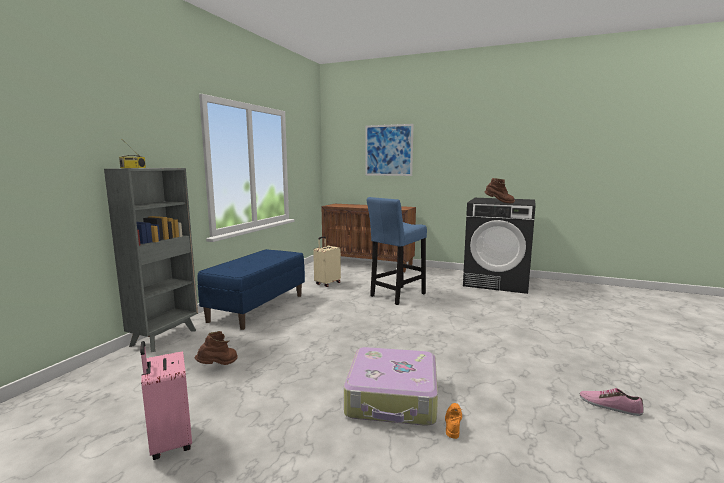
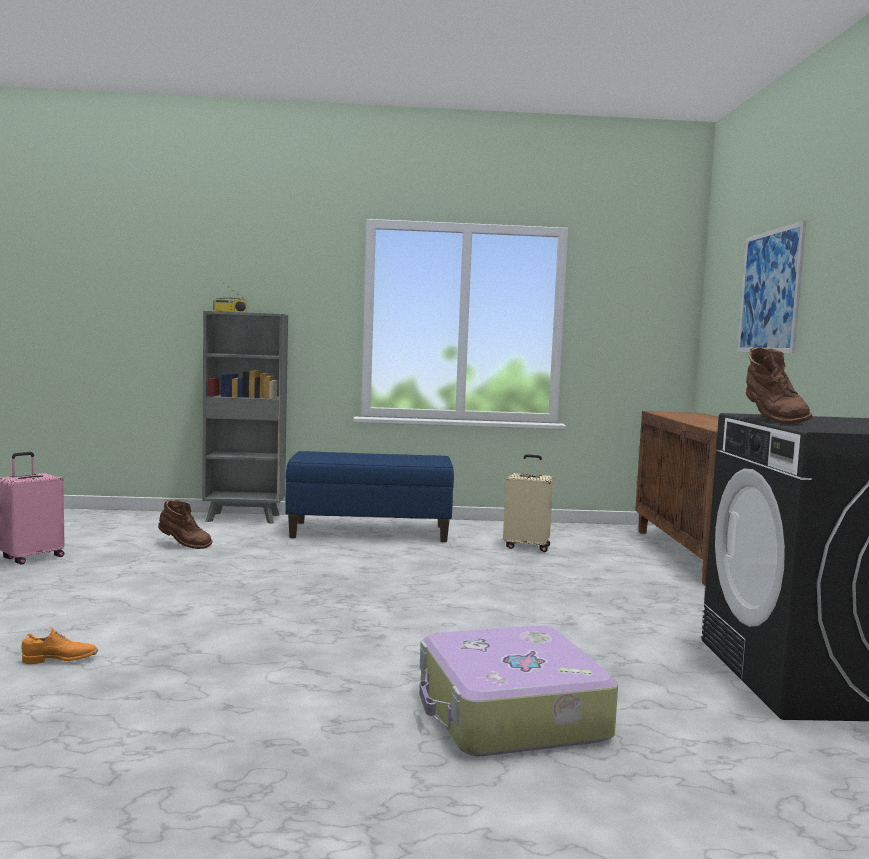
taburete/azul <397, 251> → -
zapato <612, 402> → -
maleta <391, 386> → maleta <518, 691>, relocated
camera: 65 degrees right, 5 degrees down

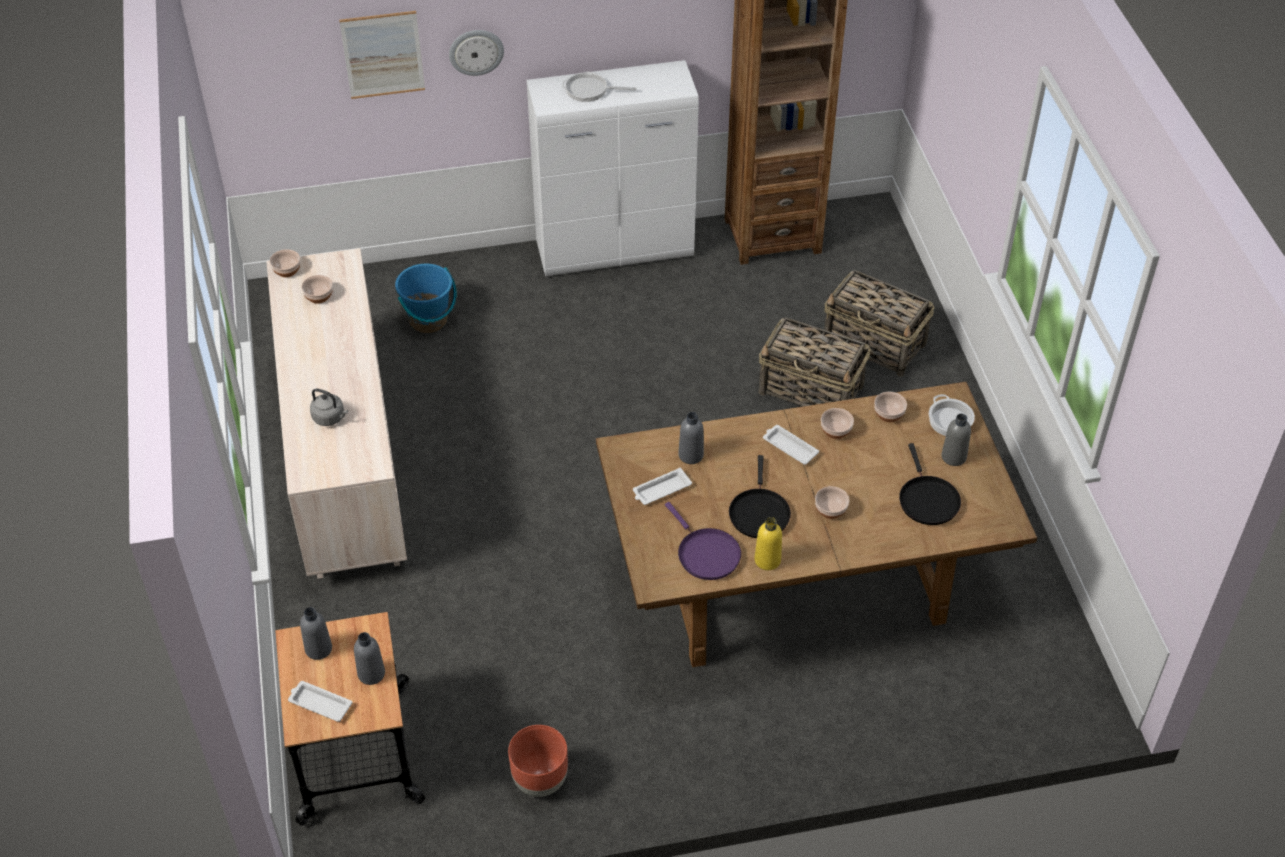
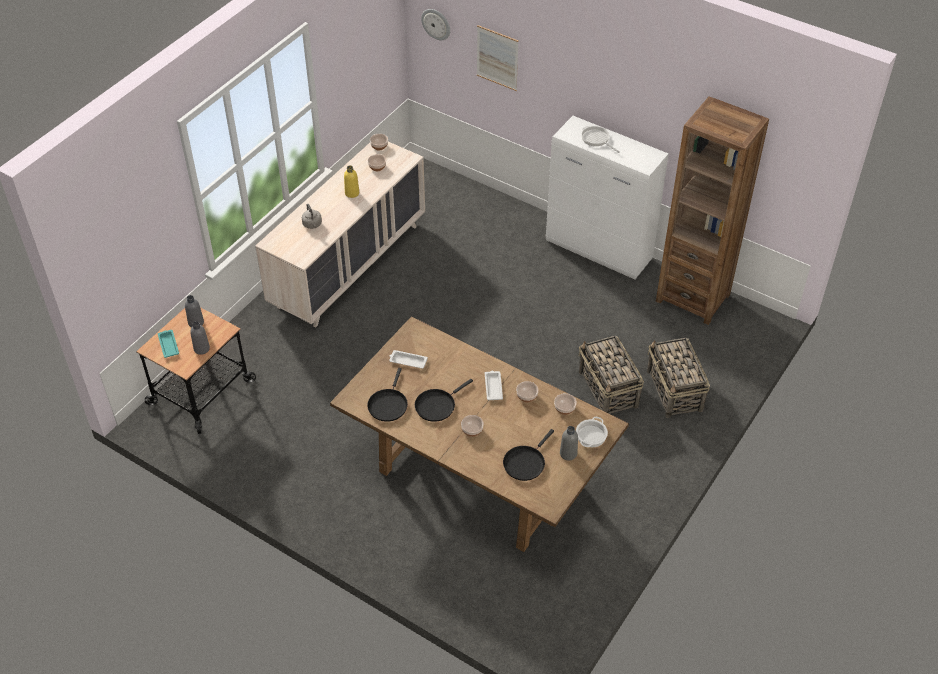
cubo/azul <426, 298> → -
maceta/marrón <538, 761> → -
botella/gris <691, 438> → -
reloj de pared <476, 53> → reloj de pared <435, 24>, relocated
botella/amarillo <768, 543> → botella/amarillo <351, 181>, relocated
bandeja/blanco <320, 701> → bandeja/turquesa <168, 344>
sartén/morado <703, 541> → sartén/negro <387, 395>
camera: 45 degrees right, 0 degrees up

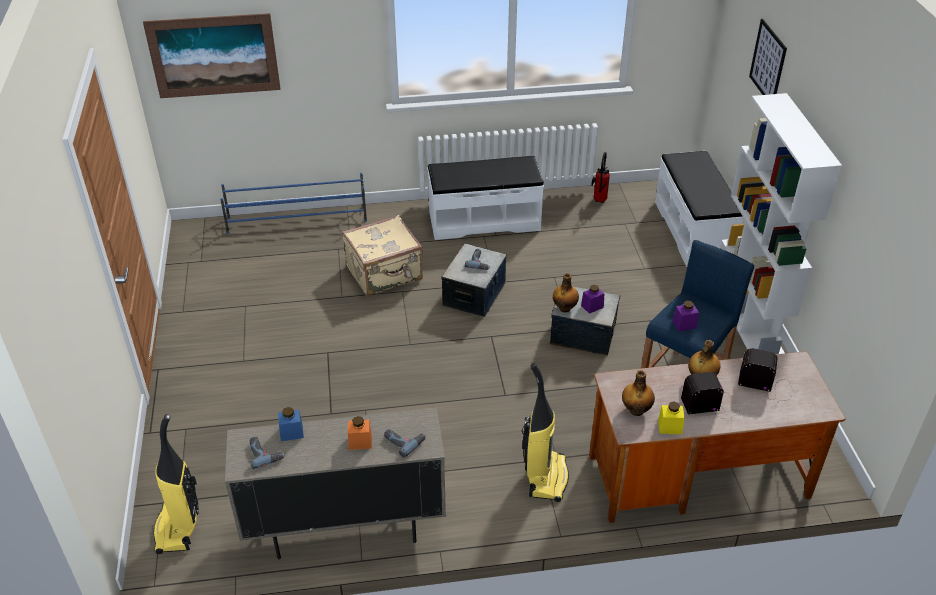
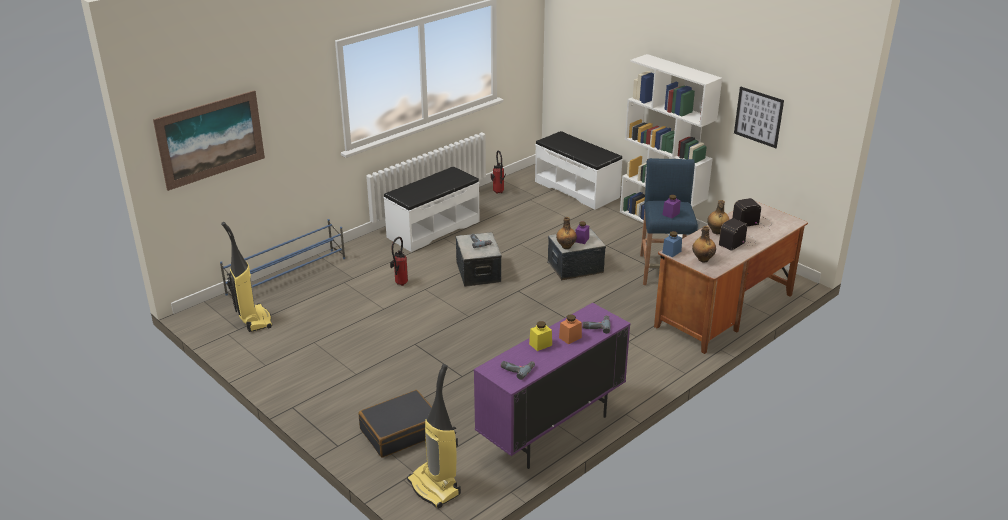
- → maleta/negro <395, 423>
tarro/azul <291, 424> → tarro/azul <672, 244>, relocated
aspiradora <545, 432> → aspiradora <246, 277>, relocated
tarro/amarillo <671, 417> → tarro/amarillo <540, 336>, relocated
cuadro <768, 57> → cuadro <759, 117>, relocated
maleta/beis <382, 255> → extintor <399, 261>
armario/beis <335, 483> → armario/morado <552, 386>
camera: 35 degrees left, 10 degrees down

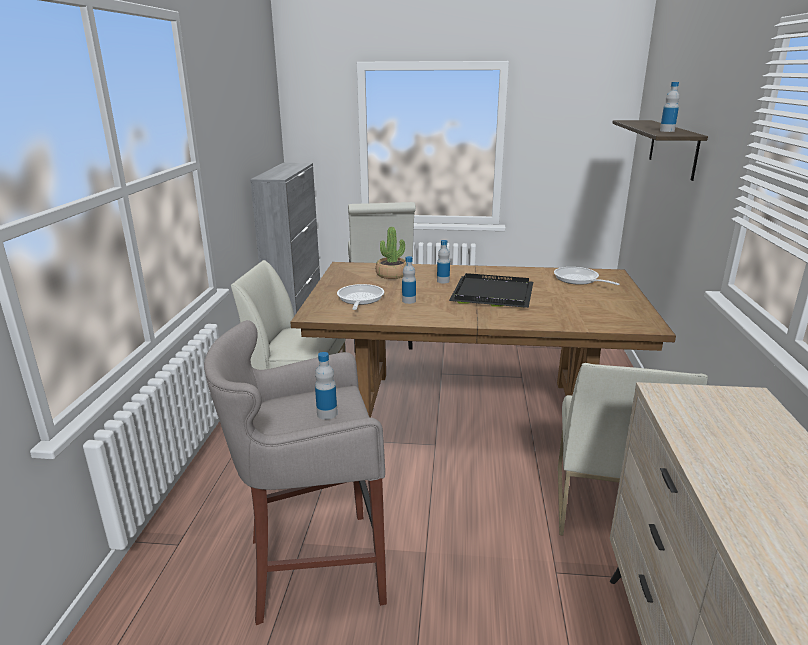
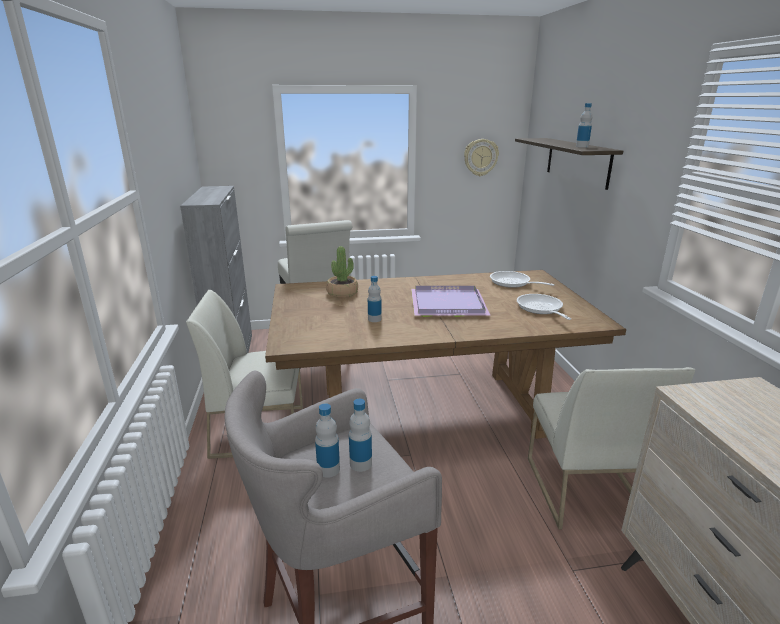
- → reloj de pared <481, 157>
sartén <360, 297> → sartén <544, 307>, relocated
botella <443, 261> → botella <327, 440>, relocated
bandeja/negro <491, 290> → bandeja/morado <450, 301>
camera: 15 degrees left, 0 degrees up

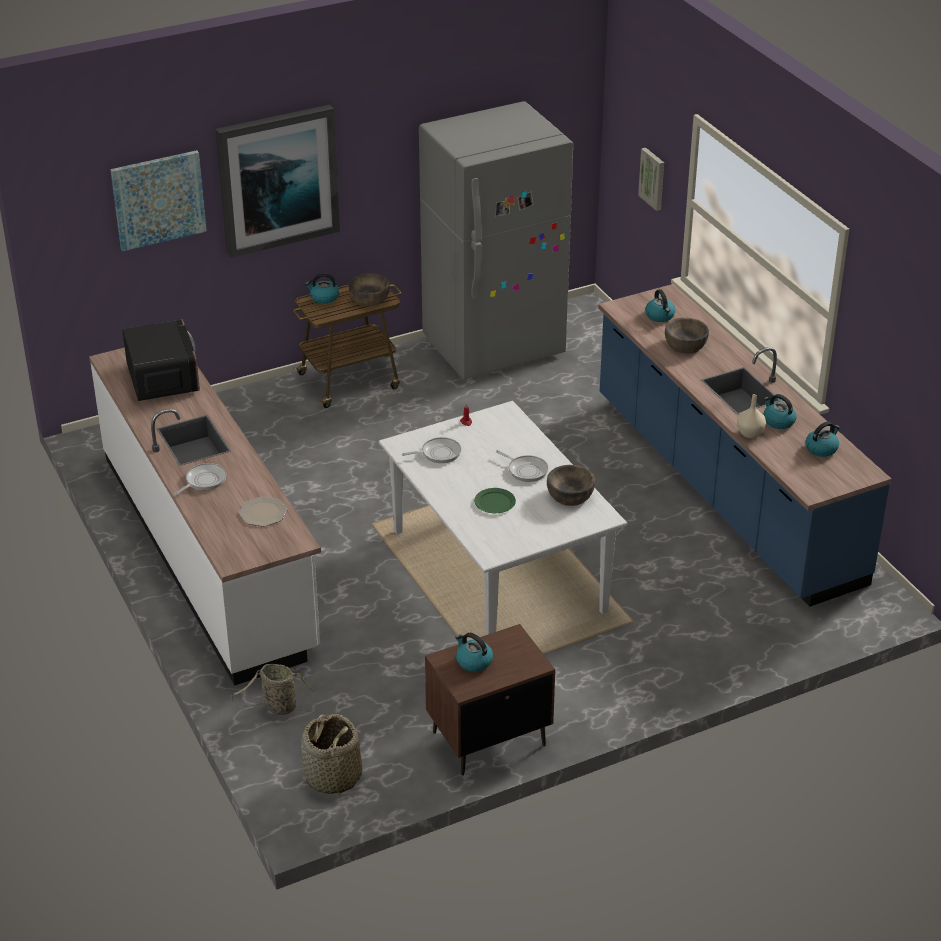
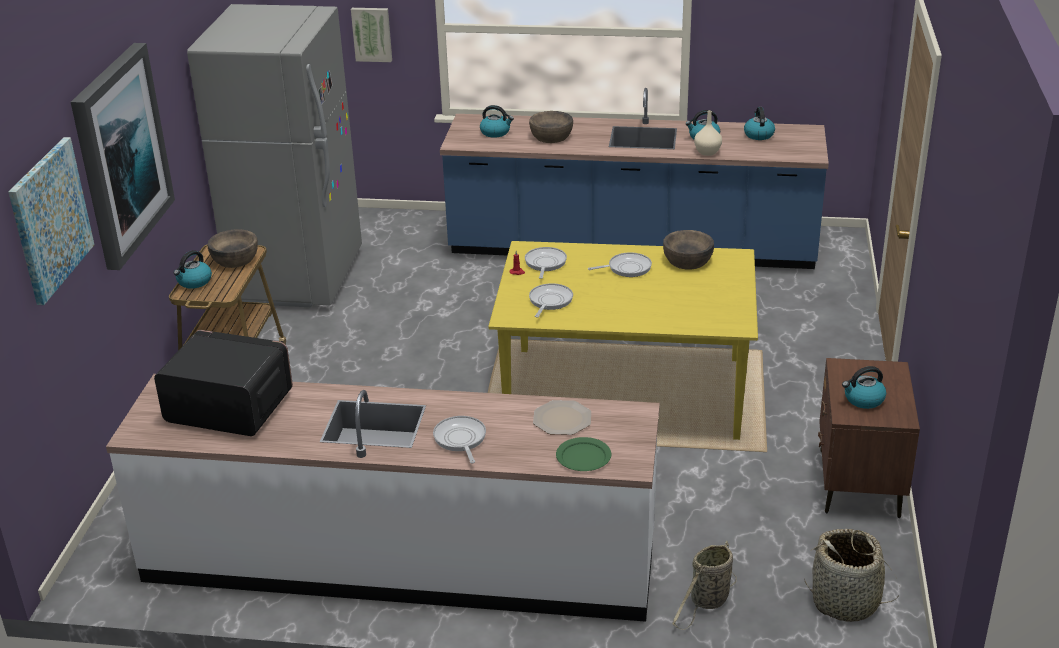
- → sartén <546, 263>
plato/verde <495, 500> → plato/verde <584, 454>, relocated
mesa de comedor/blanco <503, 518> → mesa de comedor/amarillo <623, 340>
camera: 55 degrees left, 5 degrees down

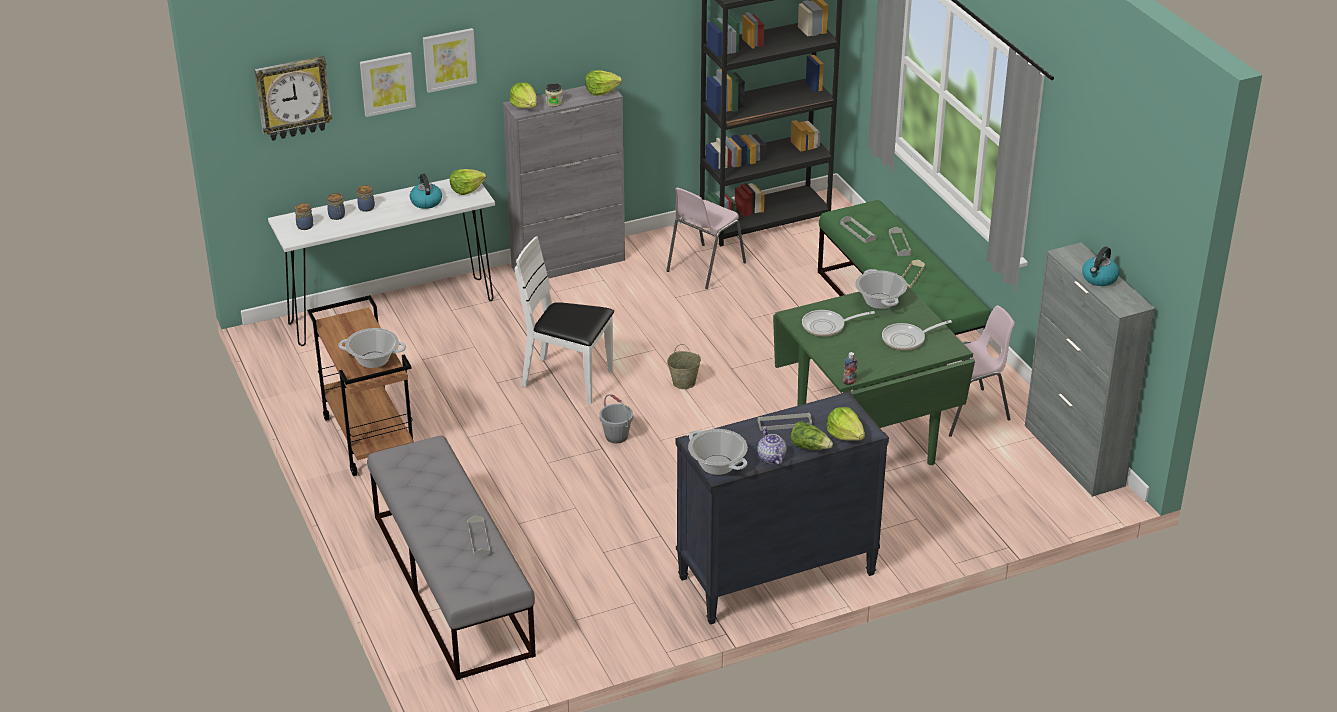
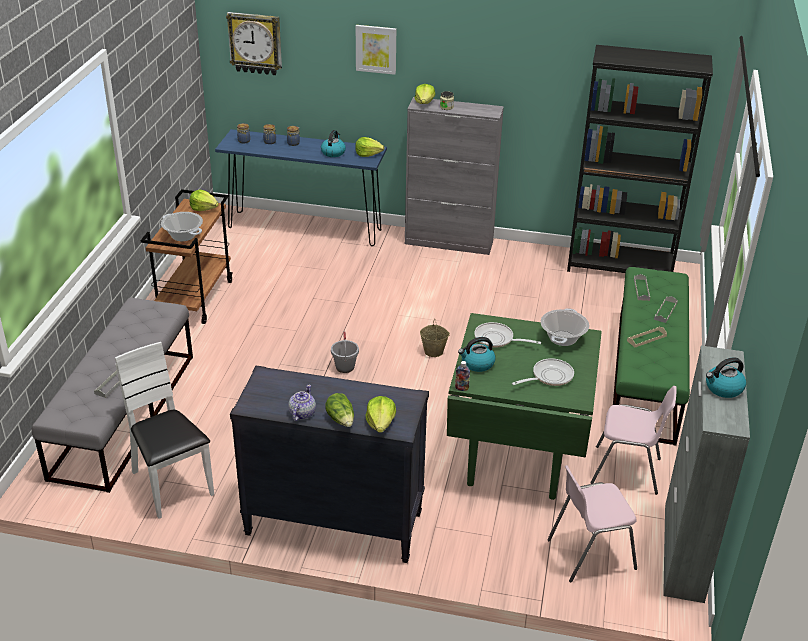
cuadro <388, 84> → -
olla <718, 452> → -
bandeja/gris <785, 421> → -
- → hervidor <477, 354>
silla/blanco <564, 320> → silla/blanco <164, 430>, relocated
lechuga <603, 83> → lechuga <204, 200>, relocated
silla/rosa <706, 238> → silla/rosa <592, 524>, relocated
mesa consola/blanco <381, 262> → mesa consola/azul <301, 187>
sartén <917, 335> → sartén <543, 372>, 135 degrees clockwise
camera: 35 degrees right, 0 degrees up

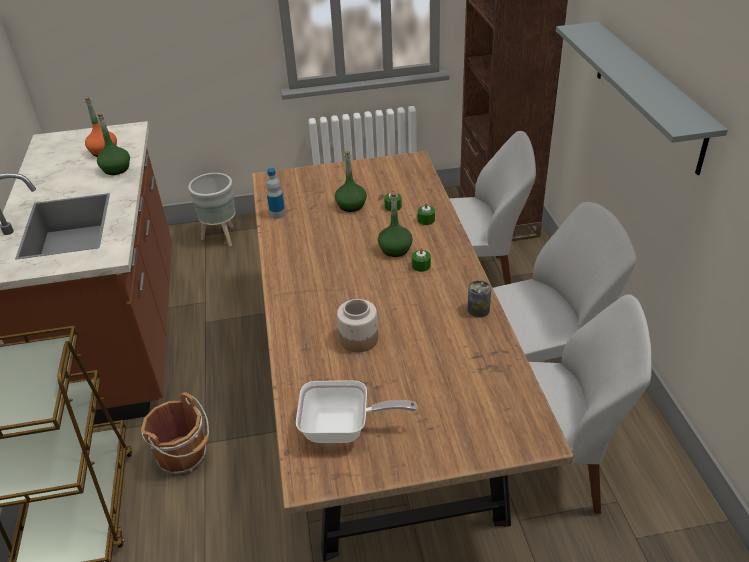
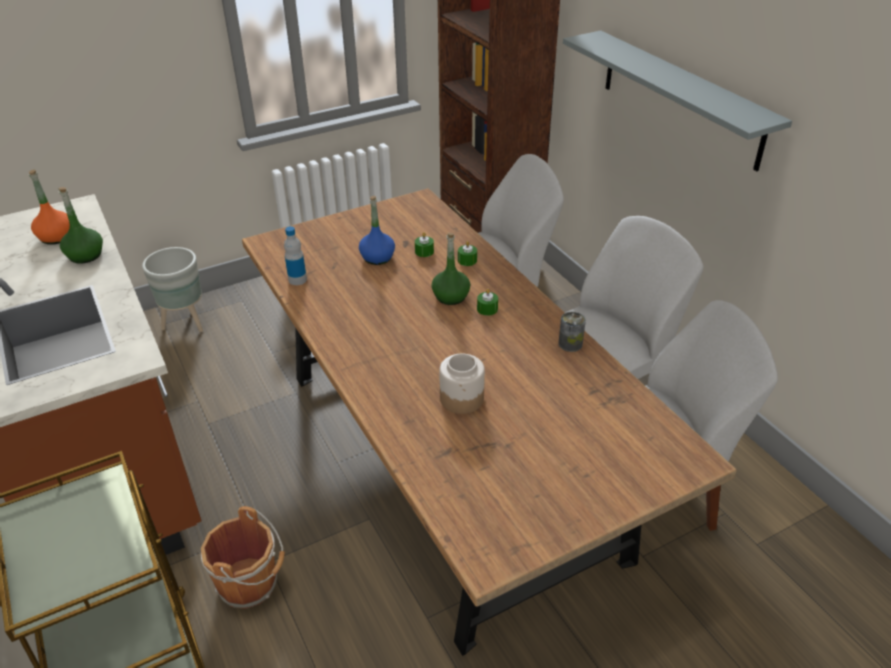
sartén <356, 411> → -
botella/verde <351, 181> → botella/azul <377, 230>
camera: 20 degrees left, 0 degrees up

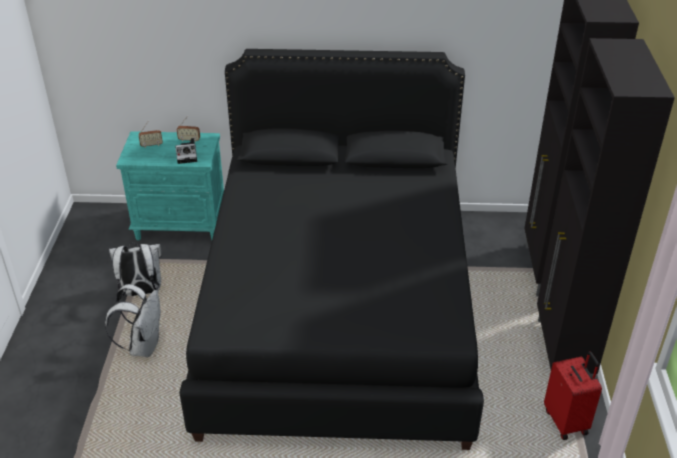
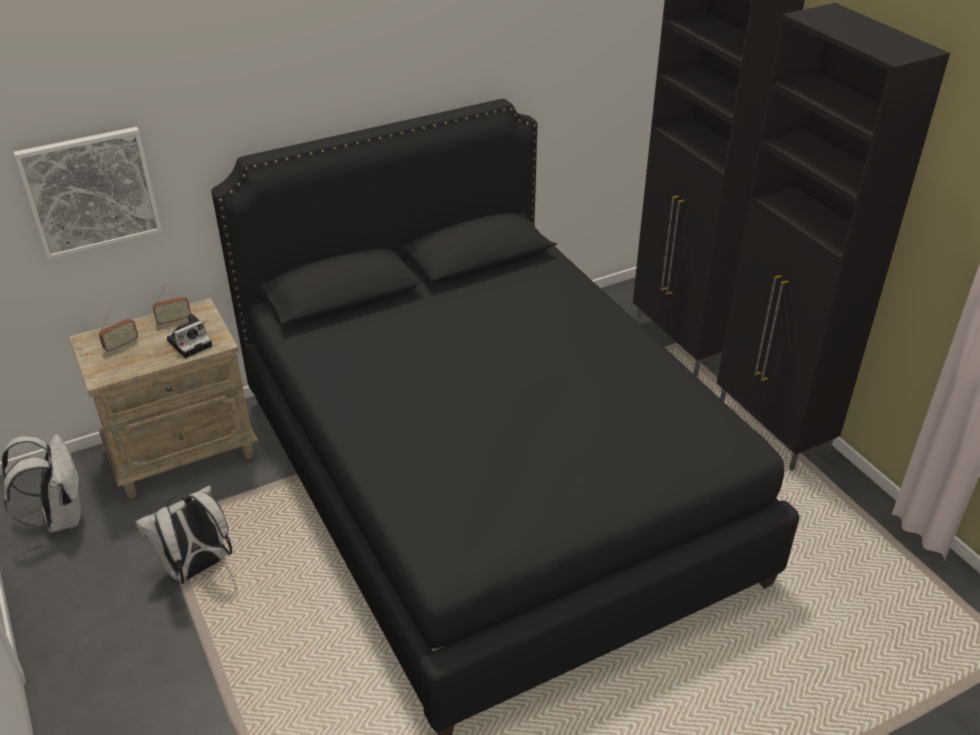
maleta/rojo <573, 395> → -
- → cuadro <87, 193>
mochila/blanco <133, 320> → mochila/blanco <41, 483>, relocated
mesita de noche/turquesa <170, 185> → mesita de noche/beis <163, 398>
camera: 30 degrees left, 0 degrees up

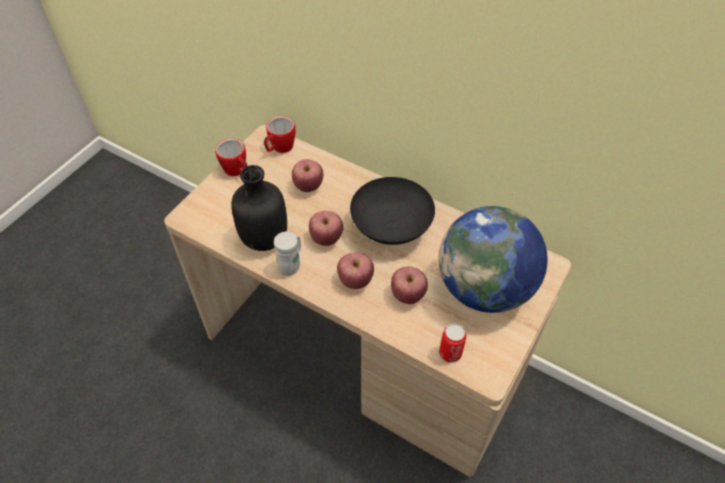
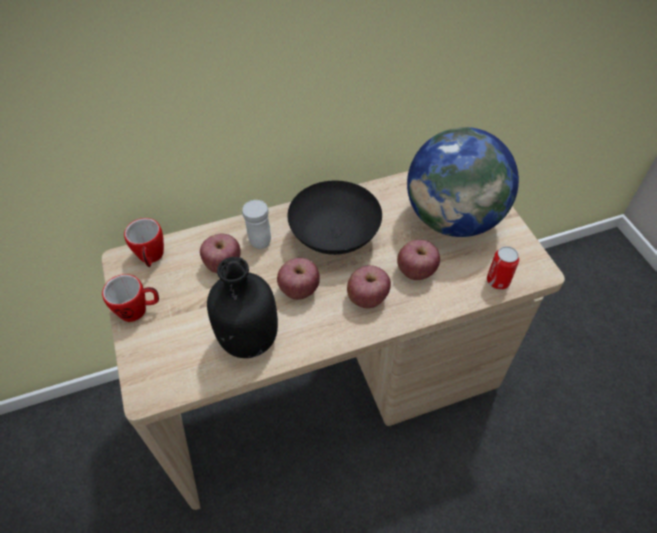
taza grande/blanco <287, 254> → taza grande/blanco <256, 224>, relocated
camera: 50 degrees left, 0 degrees up

